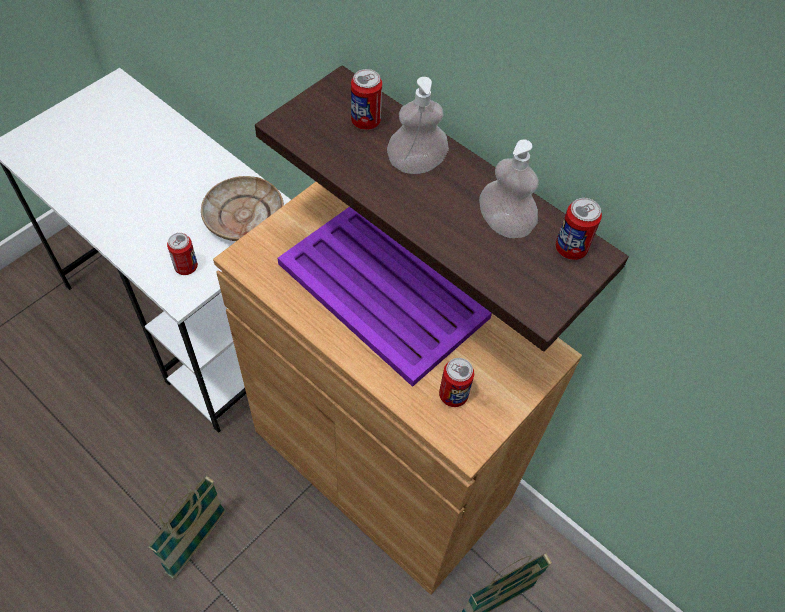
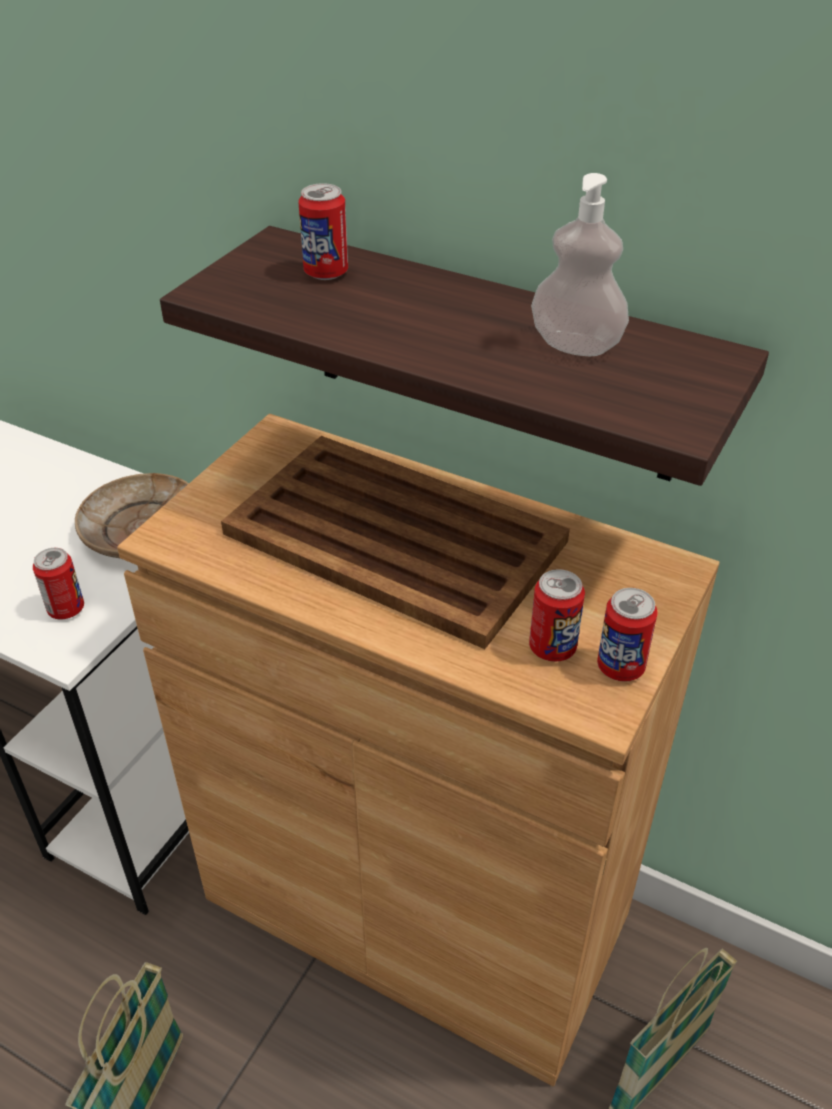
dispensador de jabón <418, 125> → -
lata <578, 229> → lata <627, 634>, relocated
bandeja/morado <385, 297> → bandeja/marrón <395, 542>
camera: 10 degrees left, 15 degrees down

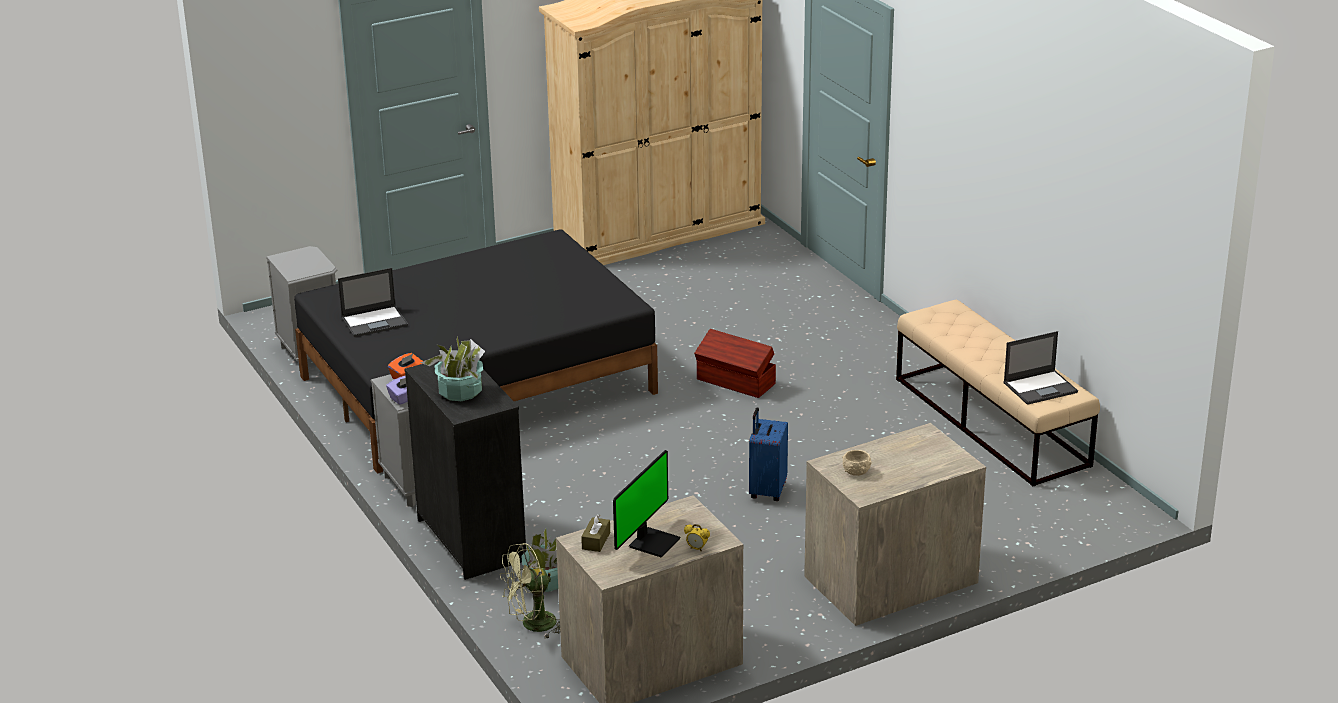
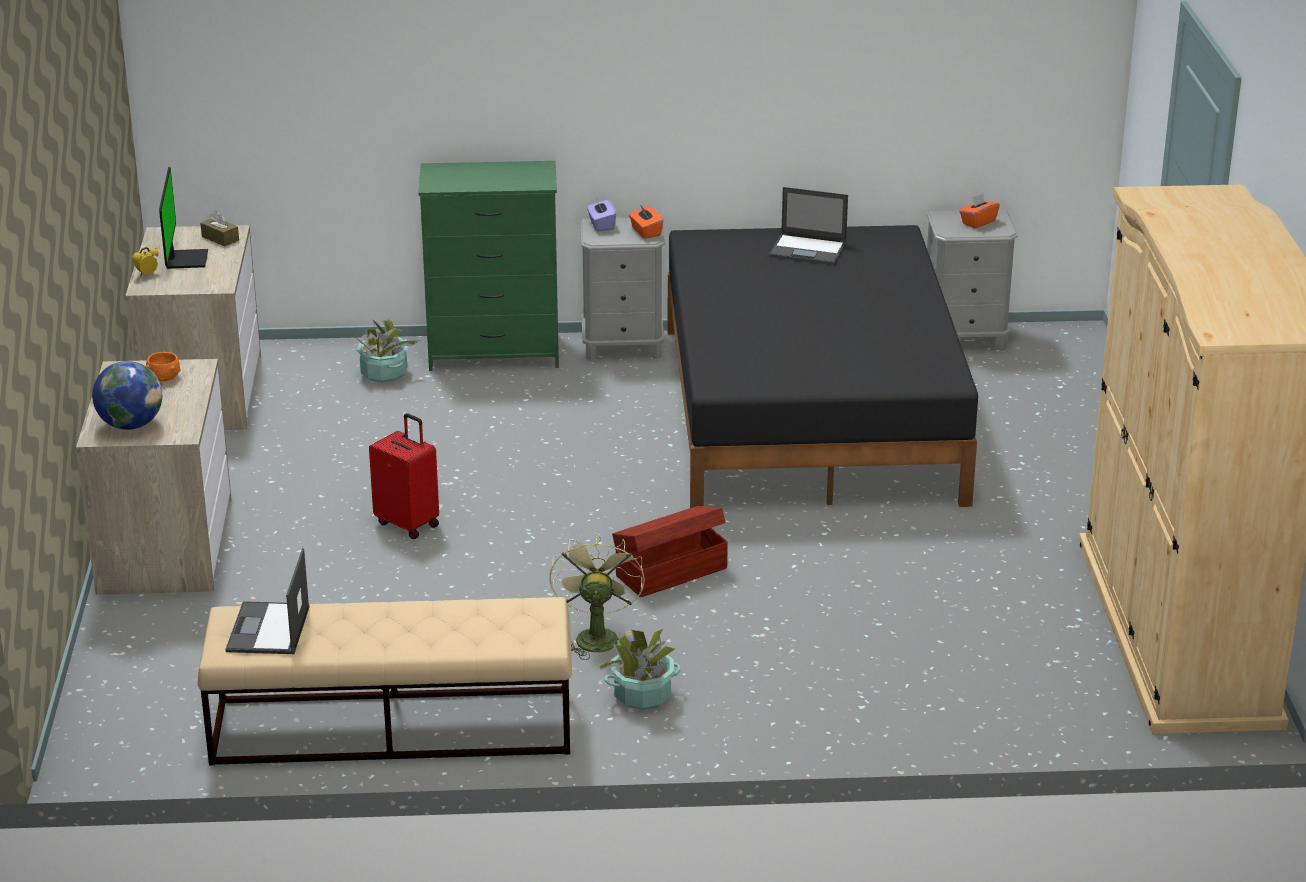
- → globo terráqueo <127, 395>
- → caja de pañuelos/naranja <979, 211>
planta en maceta <452, 368> → planta en maceta <639, 669>, relocated
ventilador/verde <530, 591> → ventilador/verde <597, 596>, relocated
cómoda/negro <465, 470> → cómoda/verde <488, 266>
maleta/azul <768, 454> → maleta/rojo <404, 476>
cuenco/beis <857, 463> → cuenco/naranja <163, 366>
portátil <373, 302> → portátil <808, 226>, 75 degrees counterclockwise
monitor <647, 504> → monitor <183, 218>, 150 degrees counterclockwise
camera: 115 degrees right, 0 degrees up

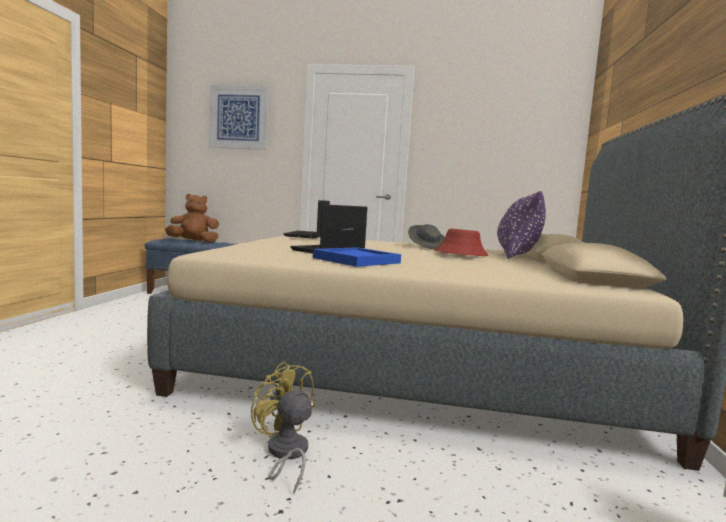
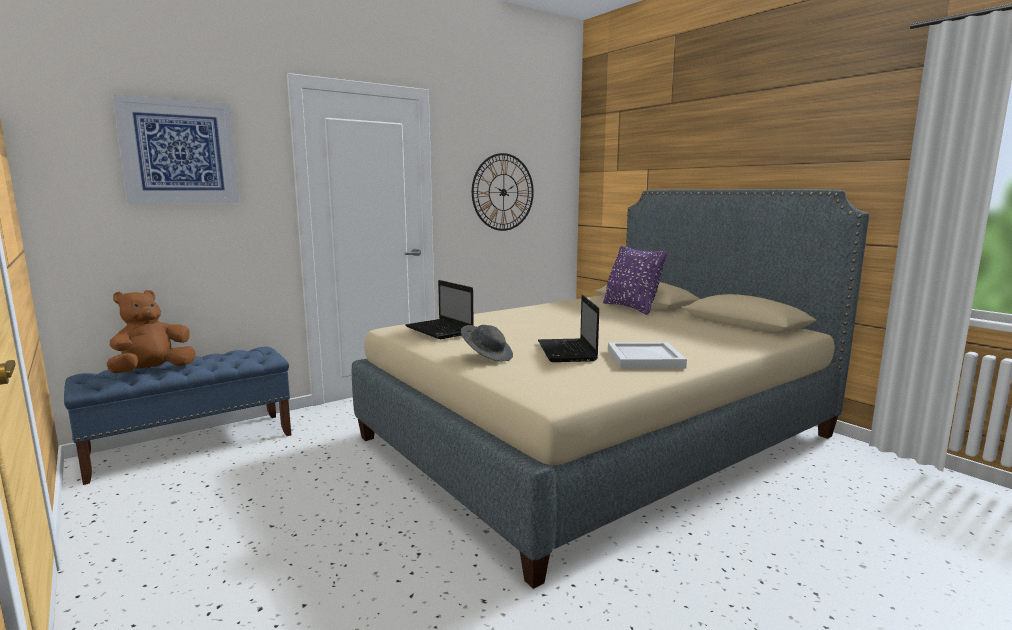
ventilador/amarillo <283, 428> → -
sombrero/rojo <461, 242> → -
- → reloj de pared <503, 192>
sombrero/gris <426, 237> → sombrero/gris <487, 343>, relocated
bandeja/azul <357, 257> → bandeja/blanco <647, 355>
camera: 45 degrees left, 5 degrees up

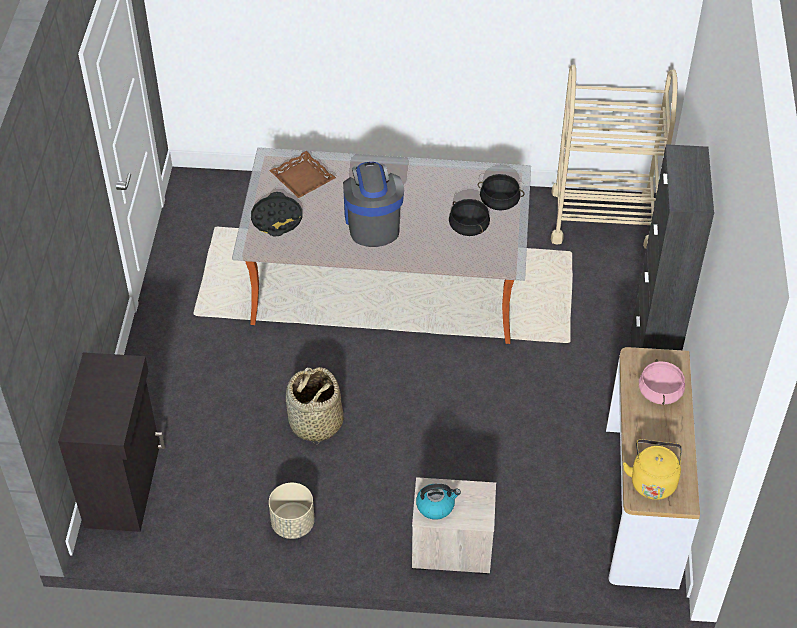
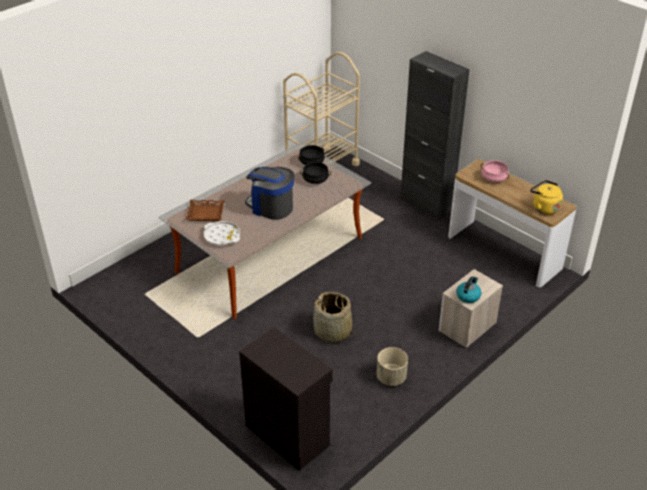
bandeja/negro <276, 214> → bandeja/blanco <222, 233>
camera: 50 degrees left, 10 degrees down

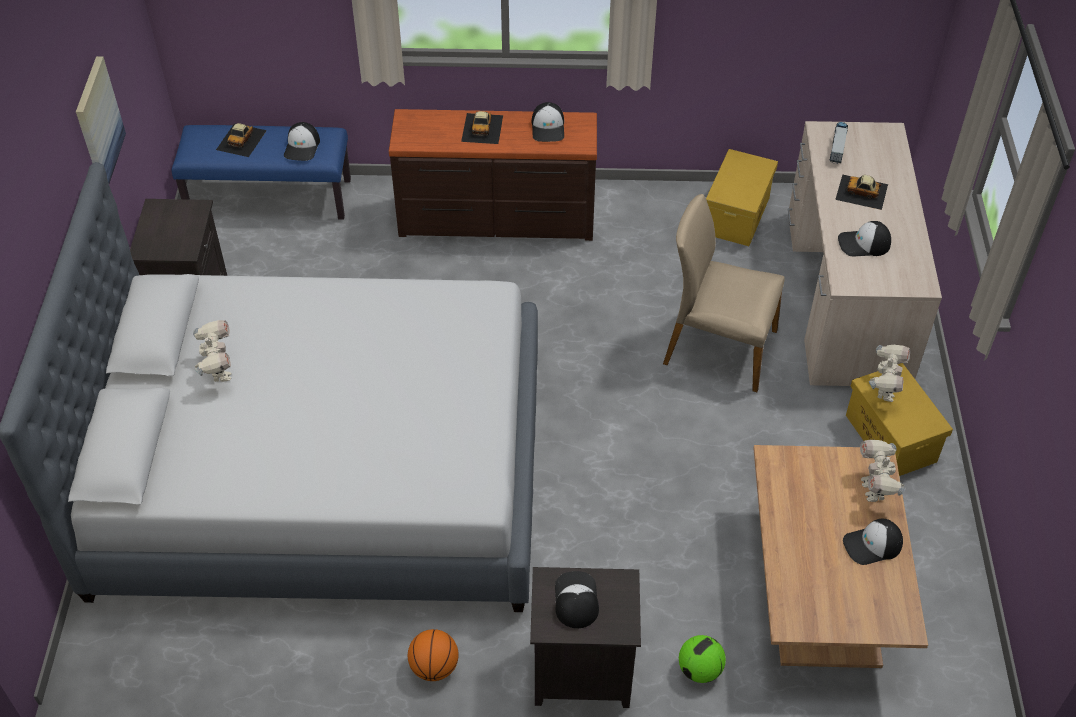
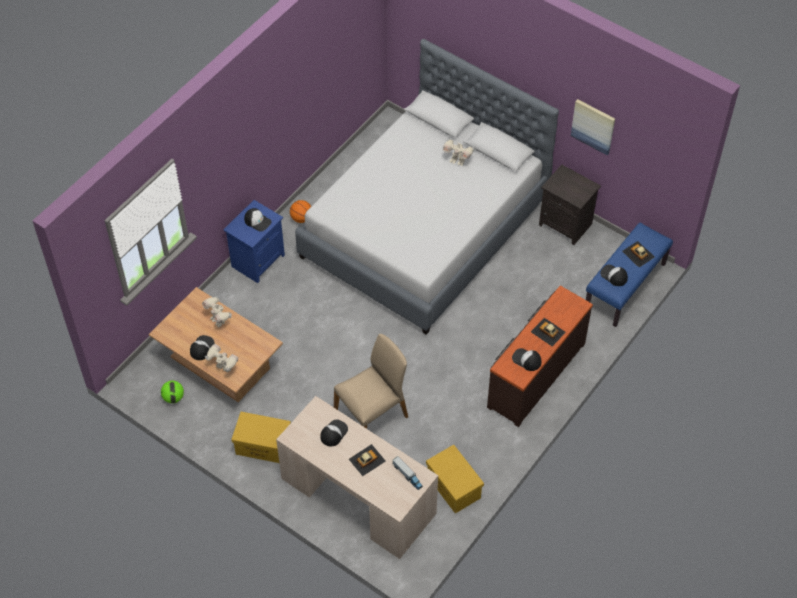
balón de fútbol <702, 659> → balón de fútbol <172, 392>, relocated
robot de juguete <889, 373> → robot de juguete <217, 311>, relocated
mesita de noche/negro <585, 637> → mesita de noche/azul <254, 241>
camera: 125 degrees right, 5 degrees up

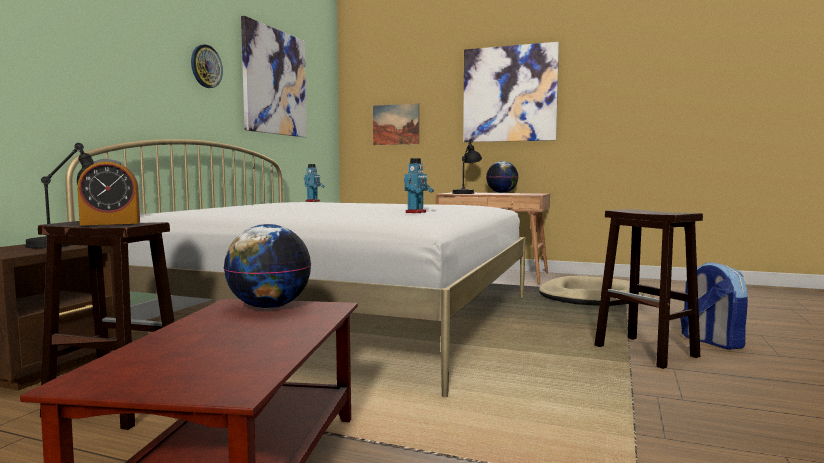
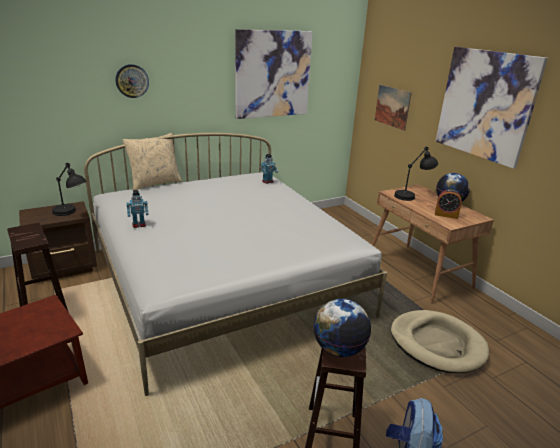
- → cojín/beis <152, 161>
despertador <108, 192> → despertador <448, 204>, relocated
reloj de pared <207, 66> → reloj de pared <132, 81>, relocated
globo terráqueo <267, 266> → globo terráqueo <342, 328>, relocated
robot de juguete <419, 185> → robot de juguete <137, 209>, relocated
camera: 40 degrees right, 20 degrees up

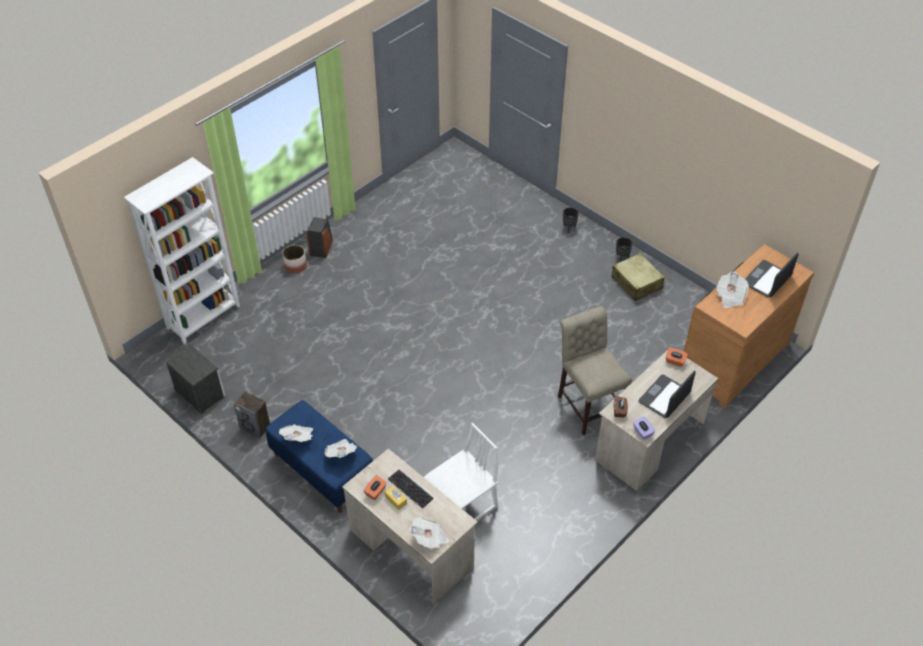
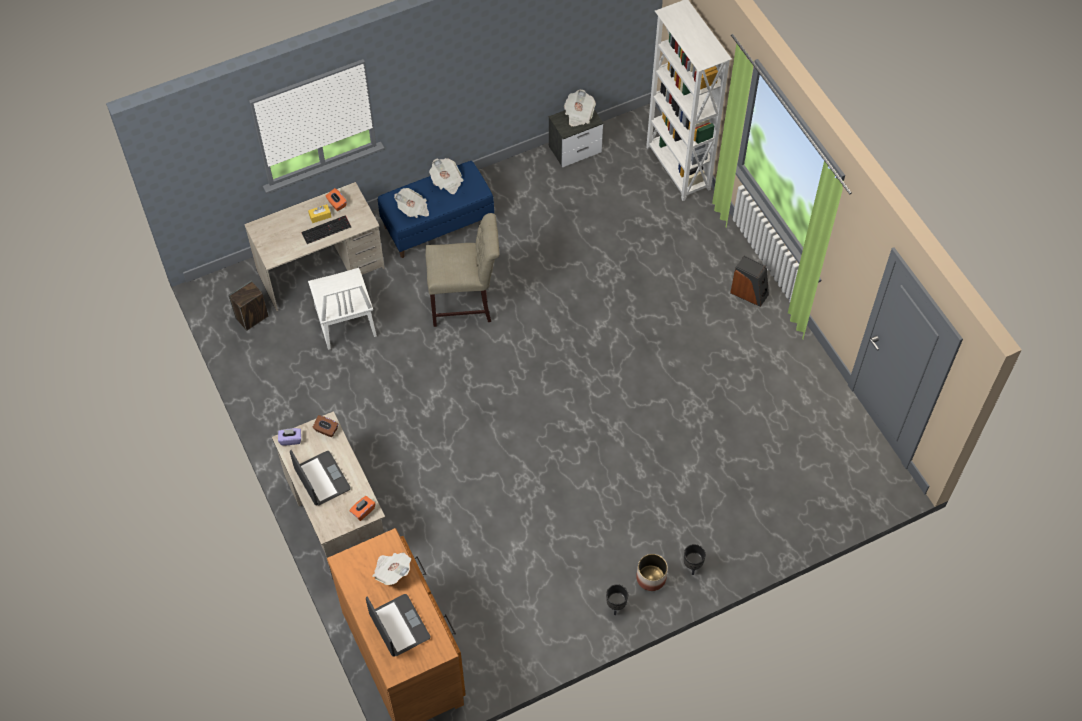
maleta/beis <638, 277> → -
altavoz <252, 414> → altavoz <249, 306>, relocated
maceta <294, 259> → maceta <652, 572>, relocated
periódico <429, 533> → periódico <580, 108>, relocated
silla/beis <595, 371> → silla/beis <462, 270>, relocated
camera: 110 degrees right, 10 degrees up

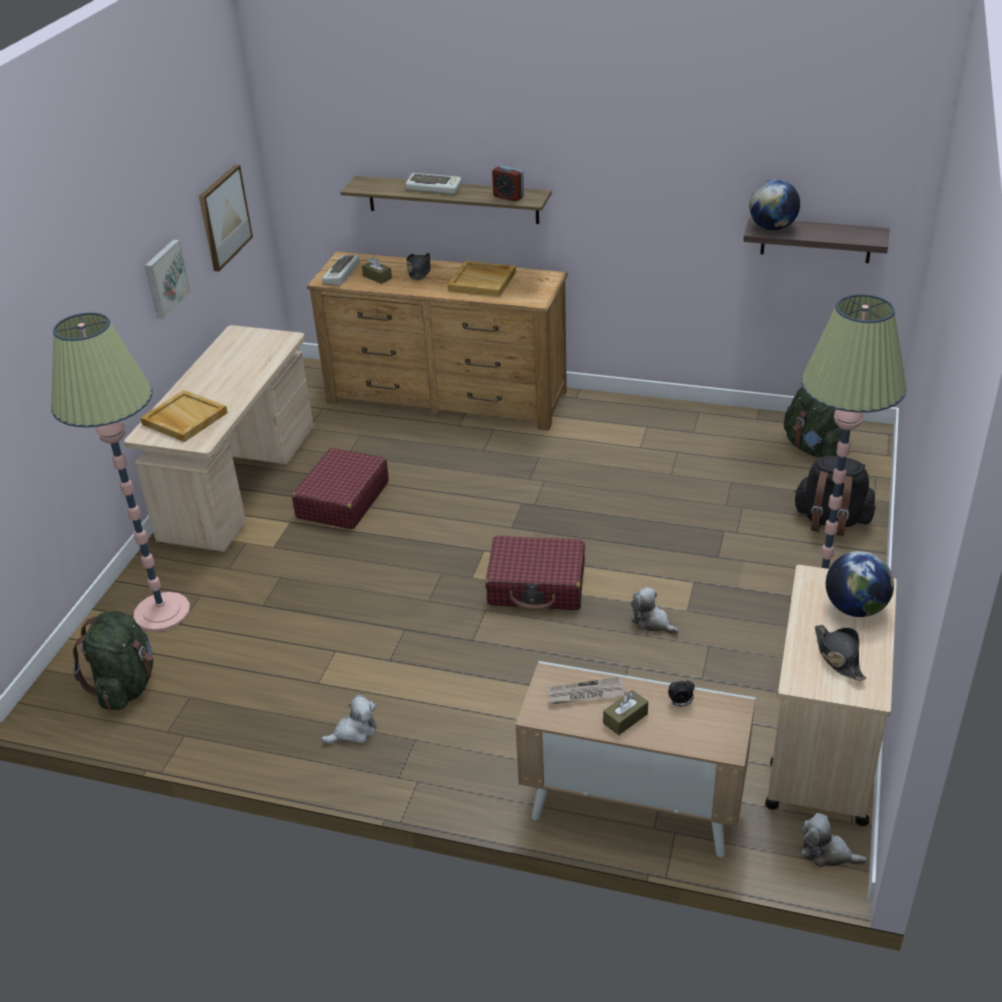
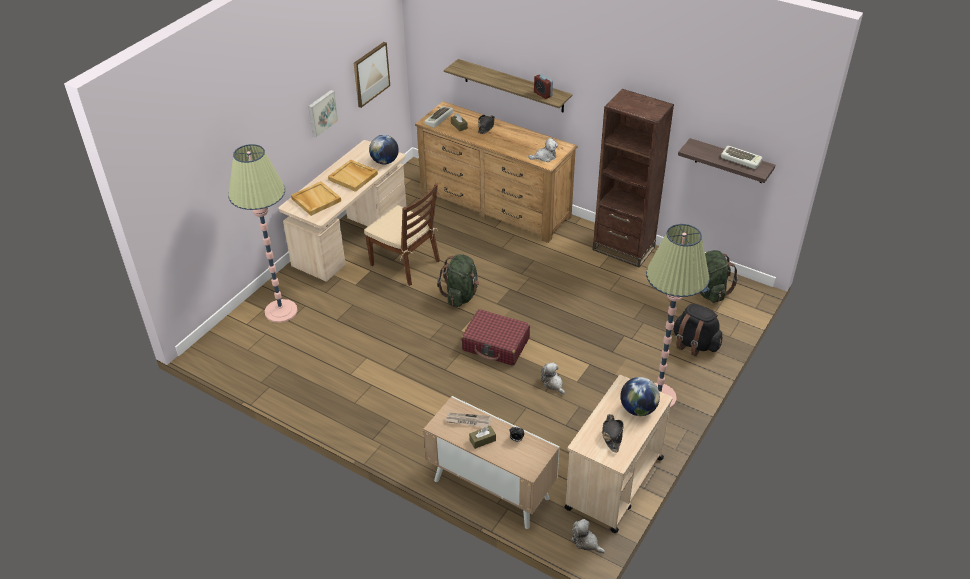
- → estantería/marrón <633, 178>
mochila/verde <113, 660> → mochila/verde <458, 280>, relocated
peluche <349, 719> → peluche <543, 150>, relocated
teclado <433, 183> → teclado <741, 157>, relocated
bandeja/beis <482, 279> → bandeja/beis <353, 175>, relocated
globo terráqueo <774, 204> → globo terráqueo <384, 149>, relocated
maleta/rojo <340, 488> → silla/marrón <402, 235>
camera: 15 degrees right, 5 degrees up

